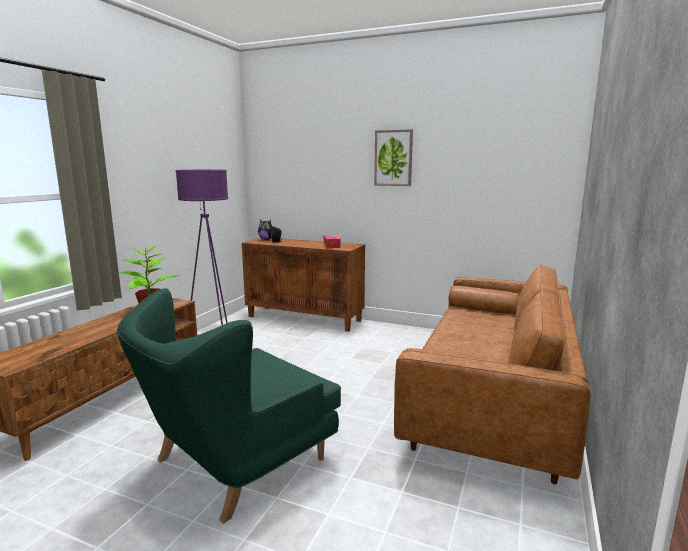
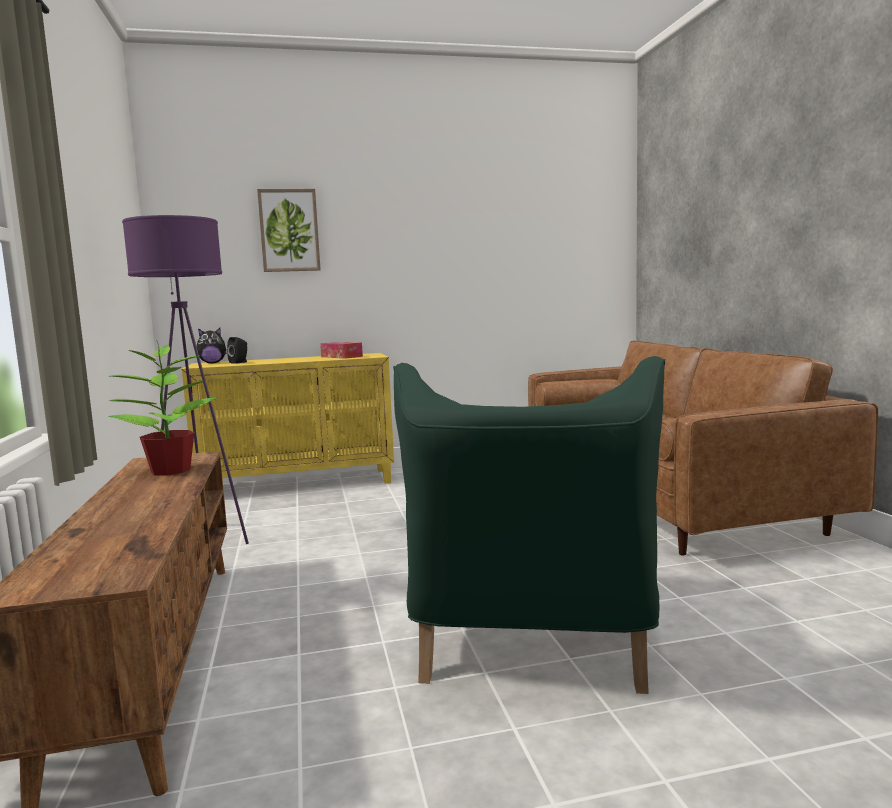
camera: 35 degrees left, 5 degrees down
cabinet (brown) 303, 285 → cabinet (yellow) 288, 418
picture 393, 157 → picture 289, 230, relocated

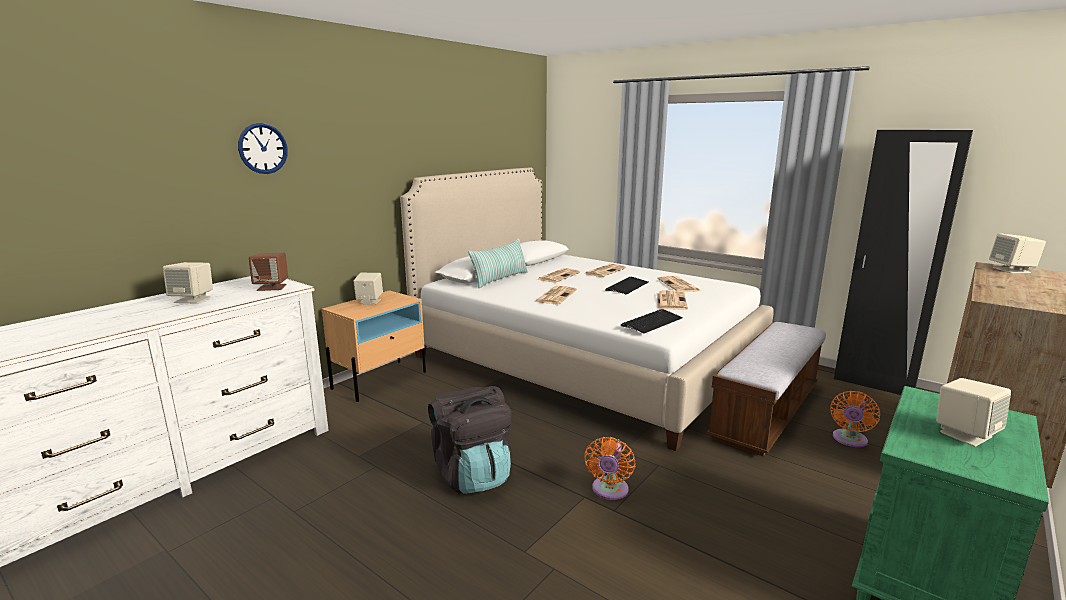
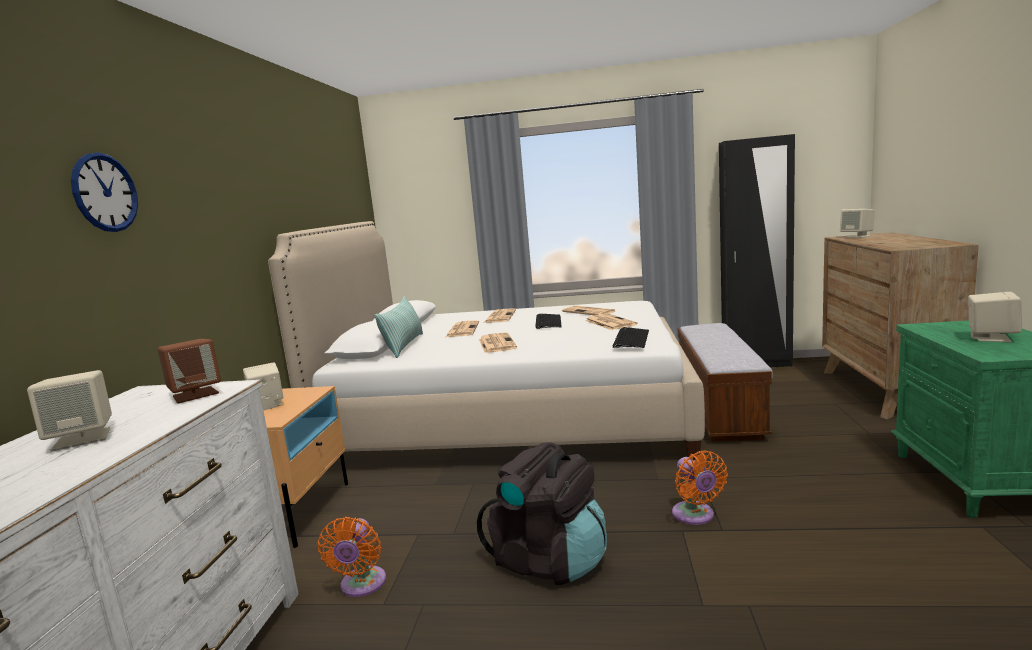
camera: 30 degrees left, 5 degrees down
fan (orange) 855, 419 → fan (orange) 352, 557, relocated

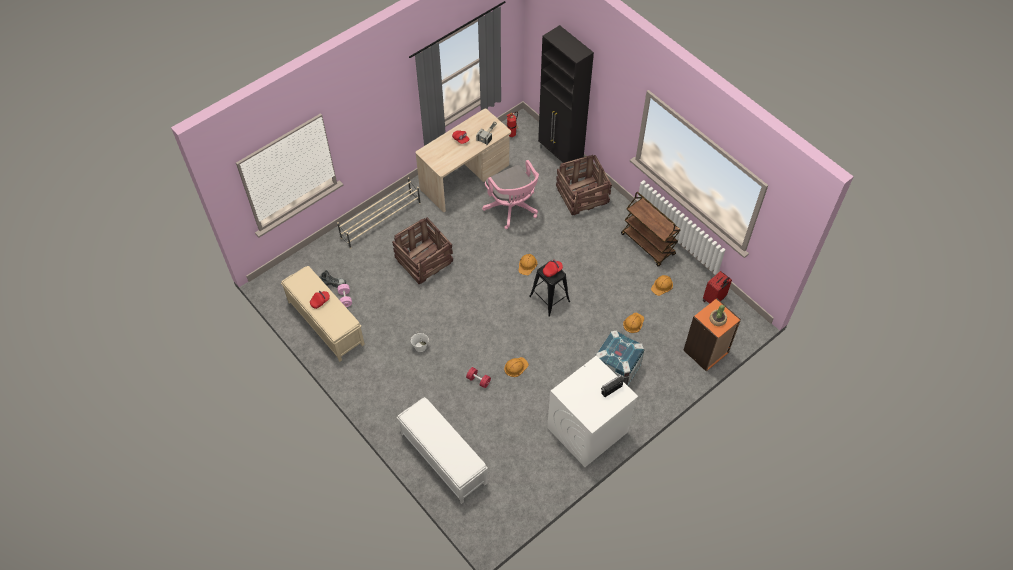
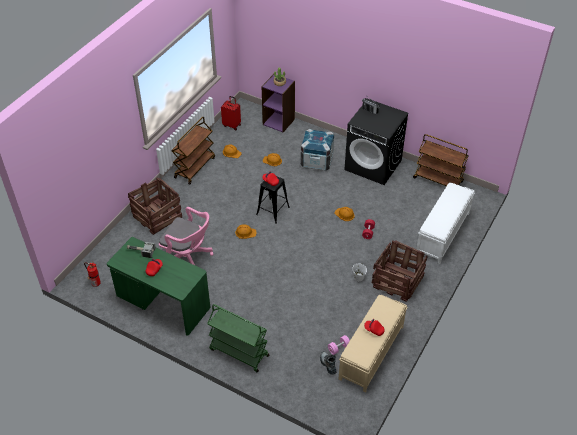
camera: 110 degrees left, 10 degrees down
desk (beige) 463, 160 → desk (green) 158, 286
office chair (pink) 510, 194 → office chair (pink) 186, 236, 75 degrees clockwise
shoe rack (beige) 379, 213 → cart (green) 238, 338
bookcase (orange) 712, 334 → bookcase (purple) 278, 103
washing machine (white) 592, 411 → washing machine (black) 376, 142
crate 422, 250 → crate 400, 271, relocated
- → cart (brown) 441, 160
cabinet (black) 566, 97 → -

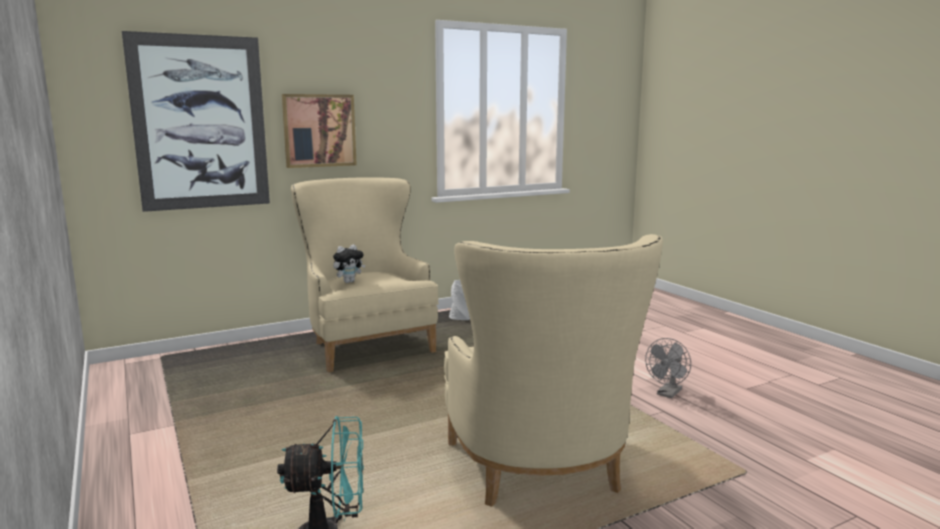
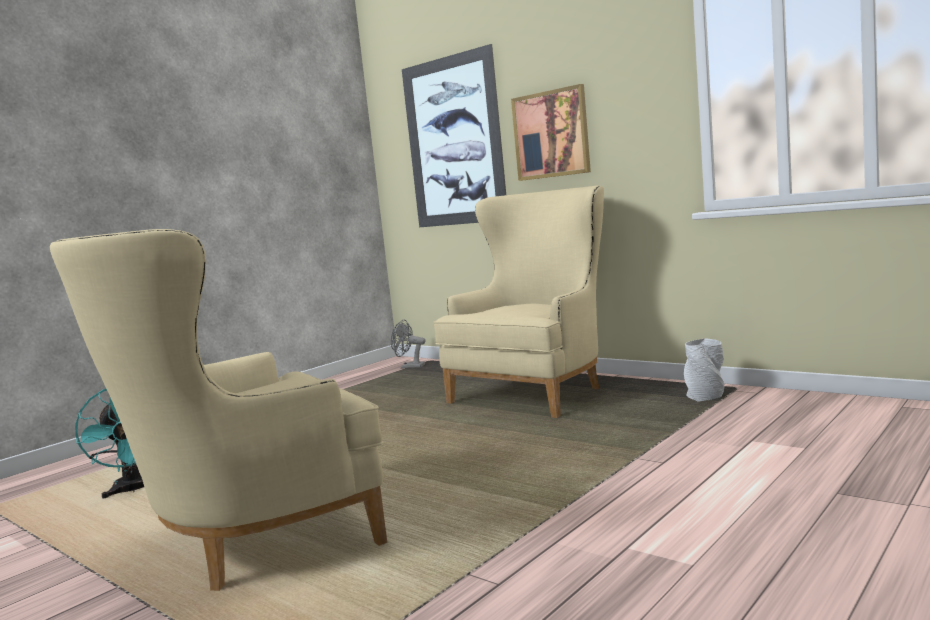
camera: 70 degrees right, 5 degrees down
fan (grey) 668, 368 → fan (grey) 408, 344, relocated
plush toy 349, 264 → -

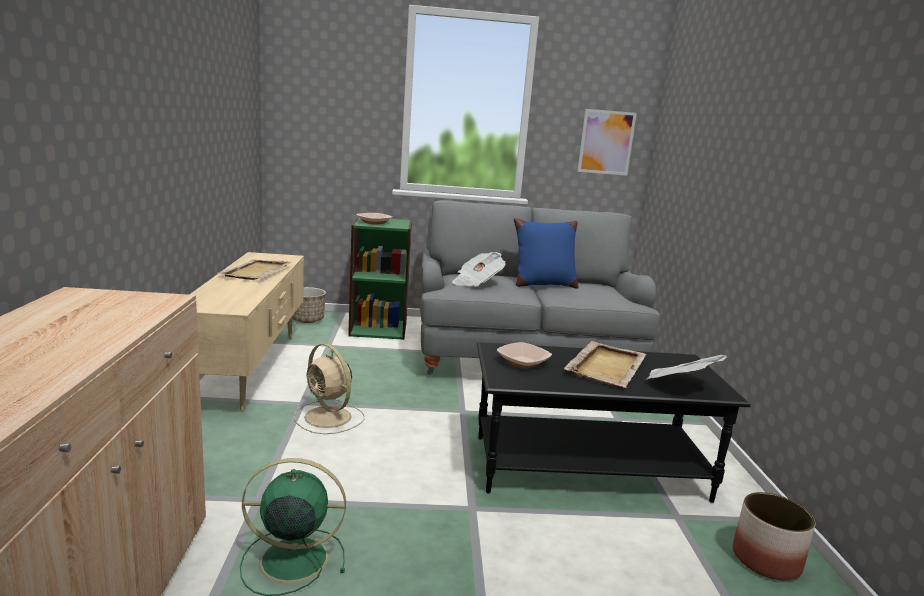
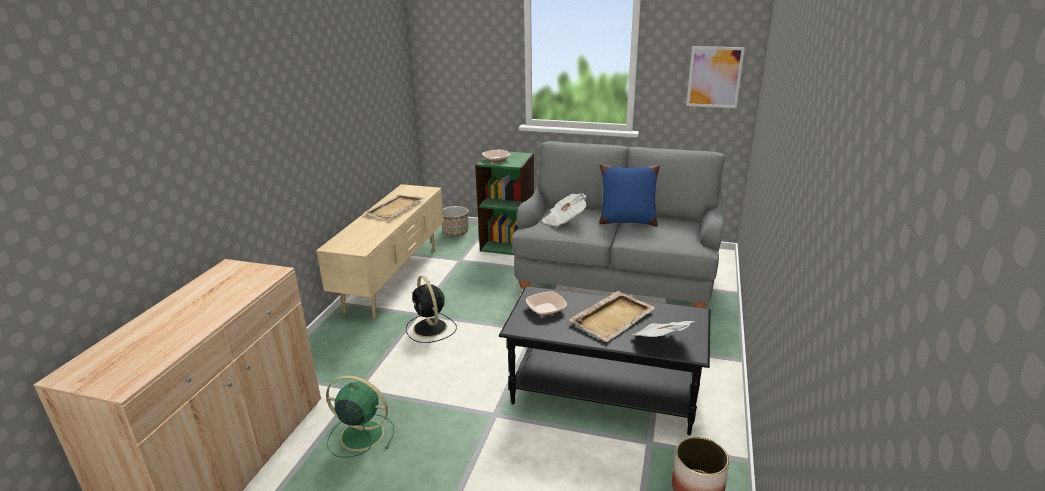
camera: 20 degrees right, 10 degrees up
fan (beige) 329, 388 → fan (black) 431, 309

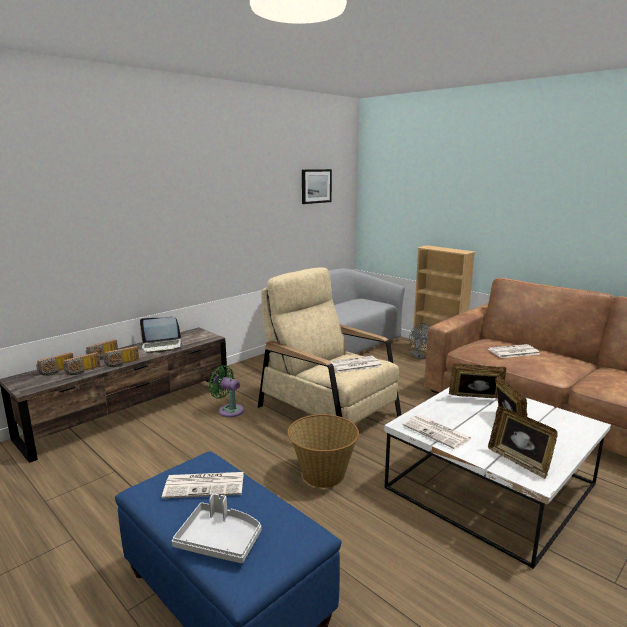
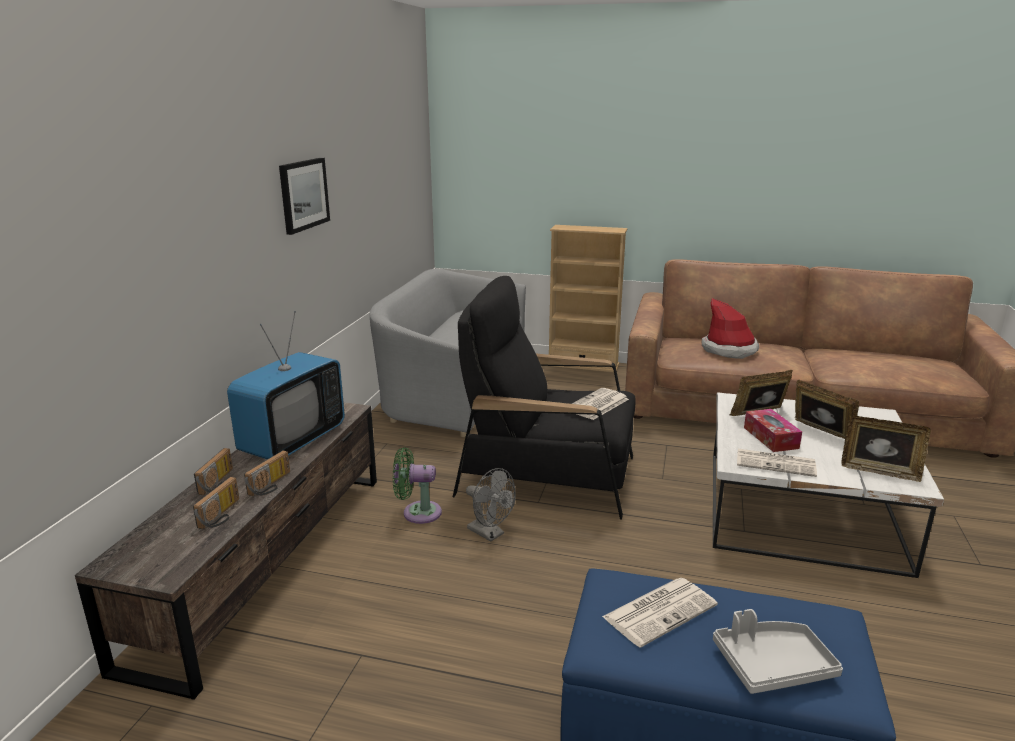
camera: 30 degrees left, 5 degrees up
laptop 161, 335 → television 286, 385
picture 317, 186 → picture 304, 196, relocated
armchair (beige) 329, 345 → armchair (black) 544, 398
fan (grey) 420, 341 → fan (grey) 491, 505, relocated
newspaper 513, 351 → hat 730, 328
- → tissue box 773, 430
radio 54, 364 → -
basket 323, 451 → -

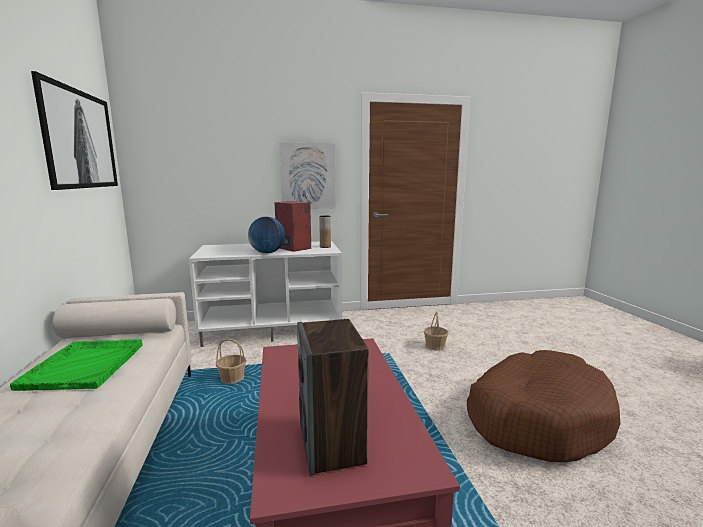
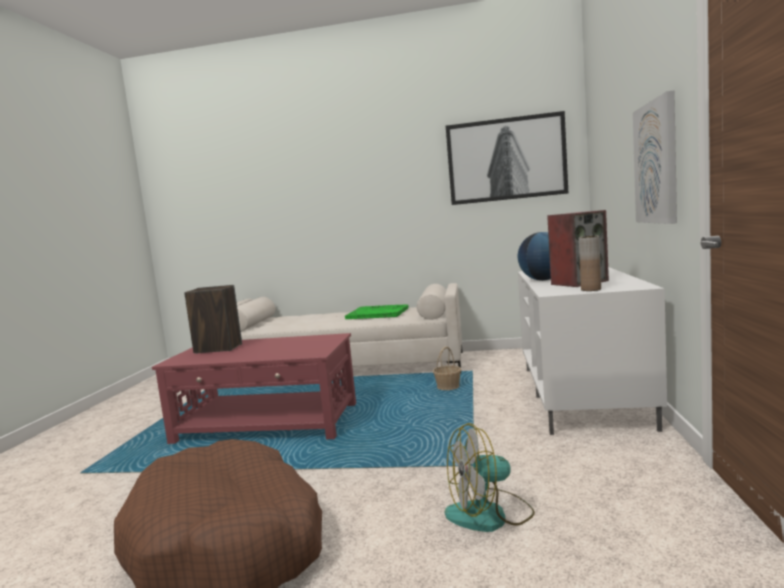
camera: 110 degrees right, 5 degrees down
basket 436, 331 → fan 490, 477

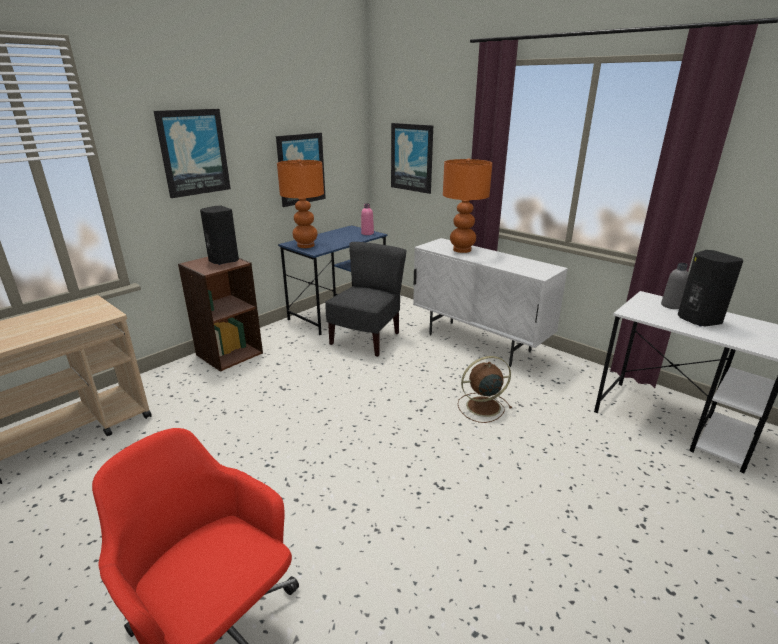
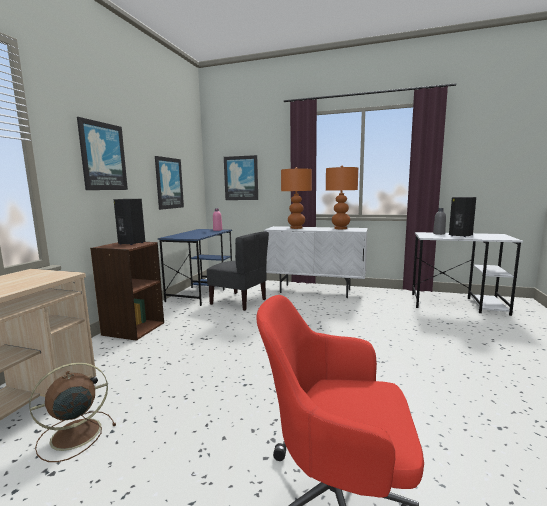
camera: 25 degrees left, 15 degrees down
fan (brown) 485, 389 → fan (brown) 72, 412, relocated
chair (grey) 365, 299 → chair (grey) 238, 271, 120 degrees clockwise
table lamp (orange) 300, 203 → table lamp (orange) 342, 197, relocated

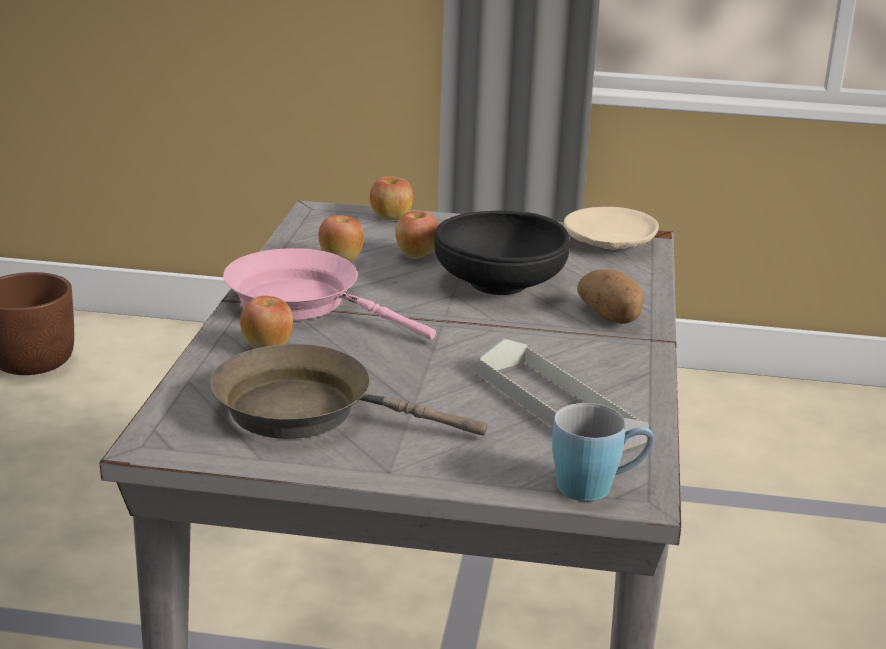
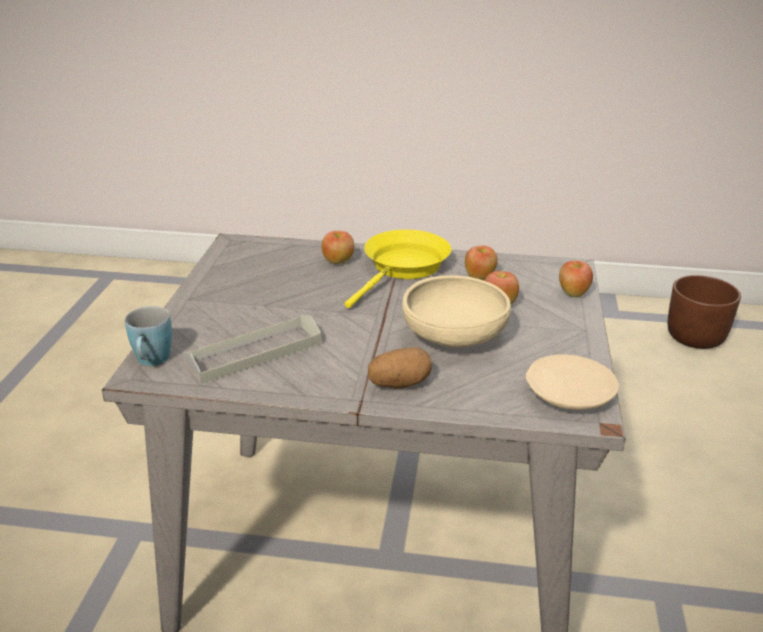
camera: 90 degrees right, 5 degrees up
frying pan (pink) 329, 294 → frying pan (yellow) 398, 269
bowl (black) 502, 253 → bowl (beige) 456, 311
frying pan (brown) 348, 391 → -

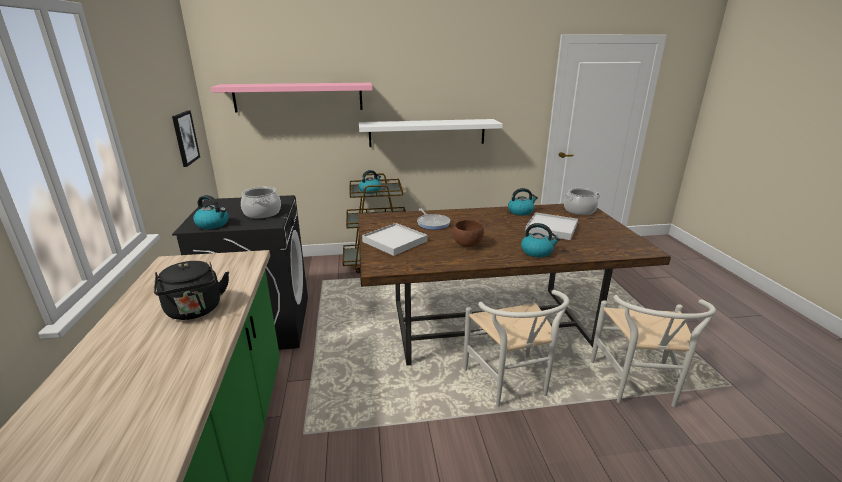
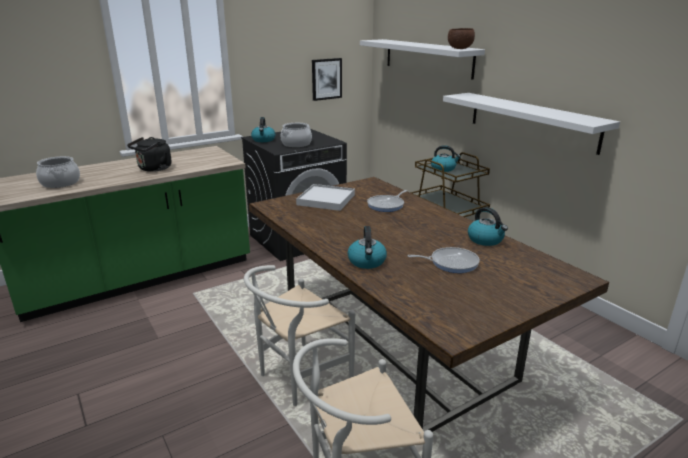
camera: 65 degrees right, 0 degrees up
cooking pot 582, 201 → cooking pot 58, 172, relocated
shelf (pink) 292, 97 → shelf (white) 422, 59
tray (white) 551, 226 → frying pan 444, 260
bowl (brown) 468, 233 → bowl (brown) 461, 38, relocated

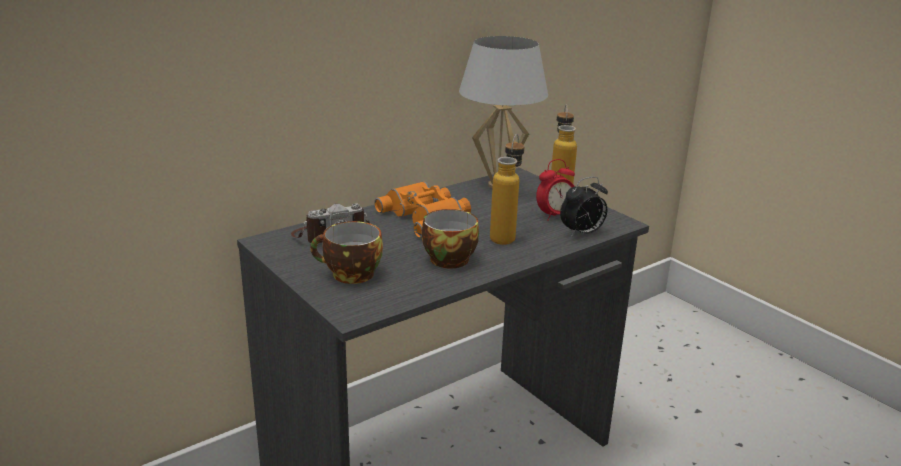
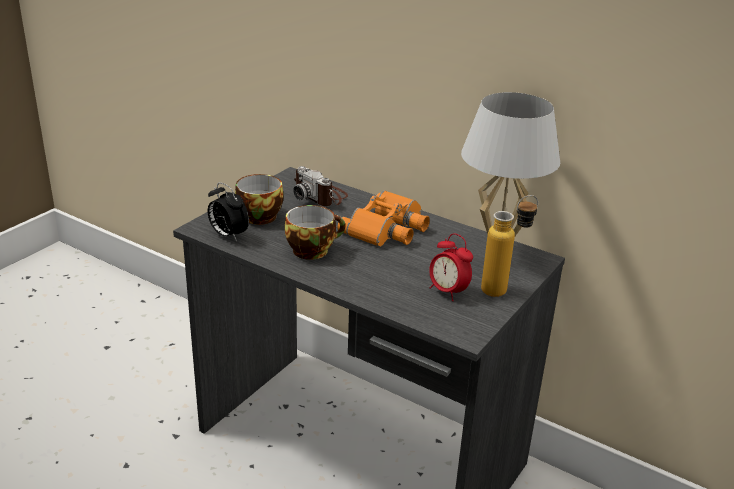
camera: 70 degrees right, 5 degrees up
alarm clock 584, 207 → alarm clock 228, 212, relocated
bottle 507, 189 → -

